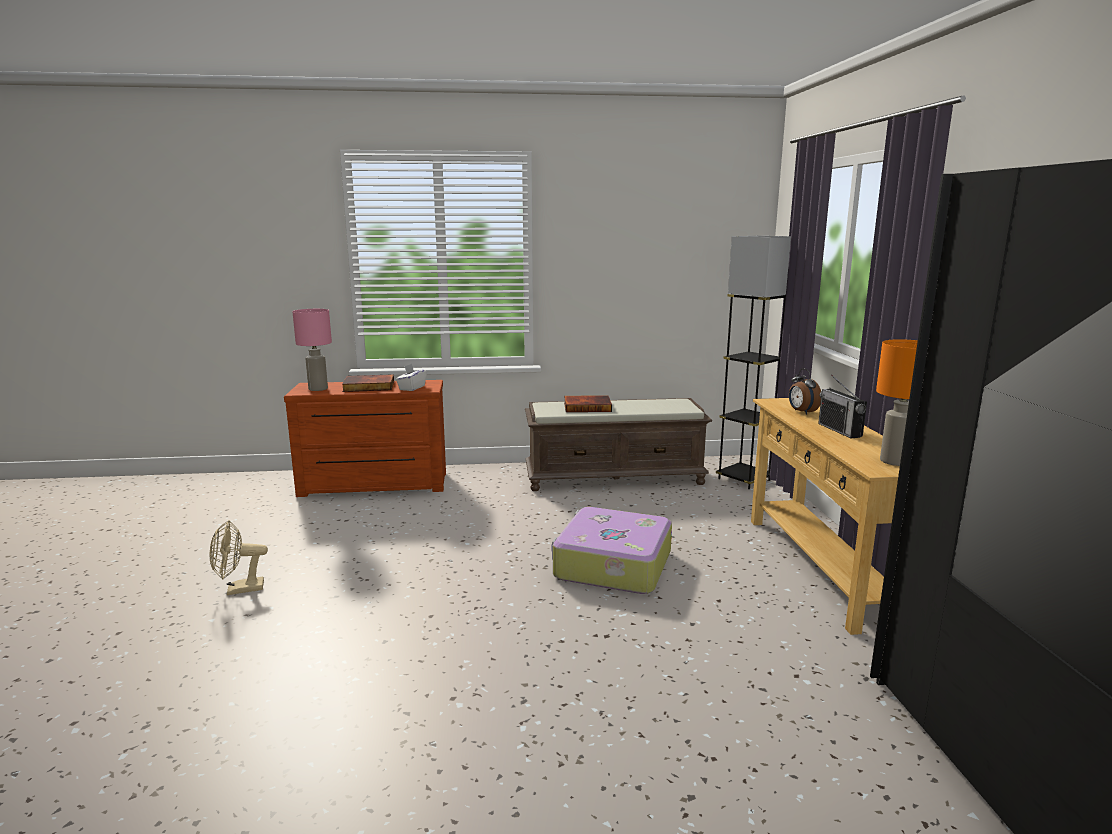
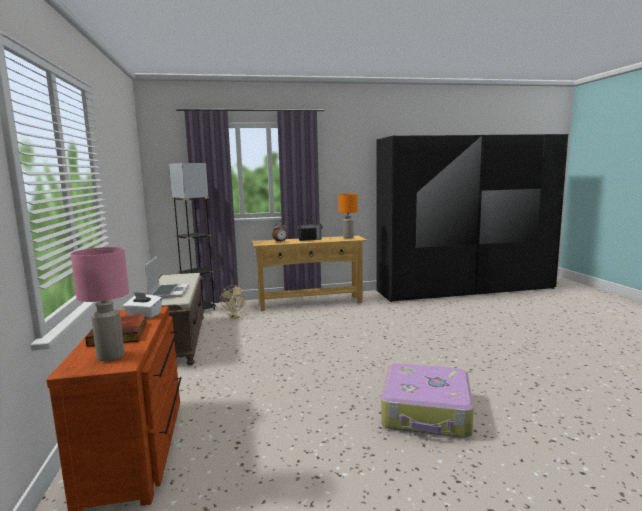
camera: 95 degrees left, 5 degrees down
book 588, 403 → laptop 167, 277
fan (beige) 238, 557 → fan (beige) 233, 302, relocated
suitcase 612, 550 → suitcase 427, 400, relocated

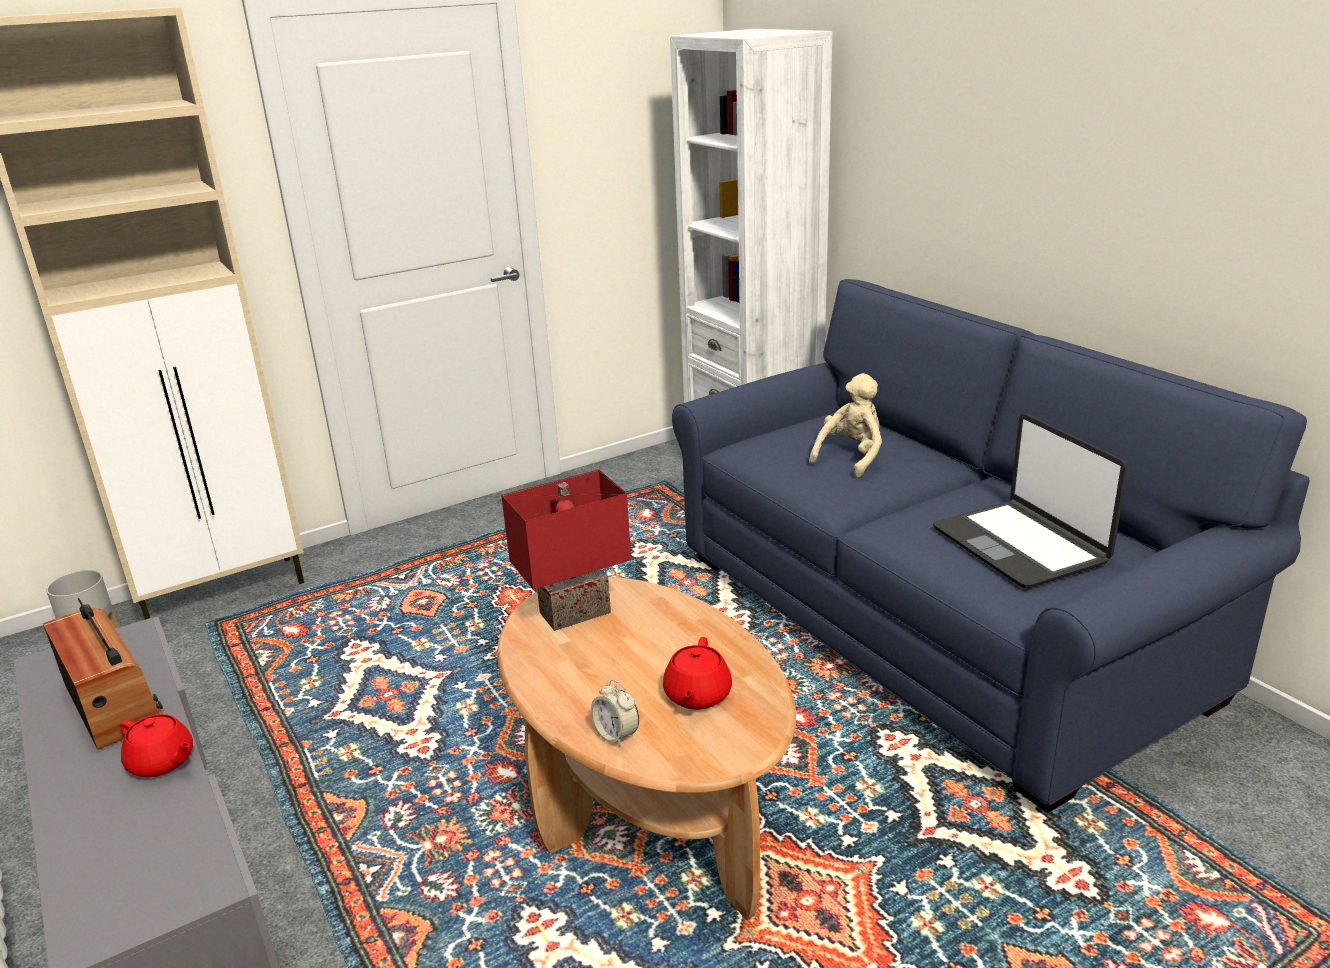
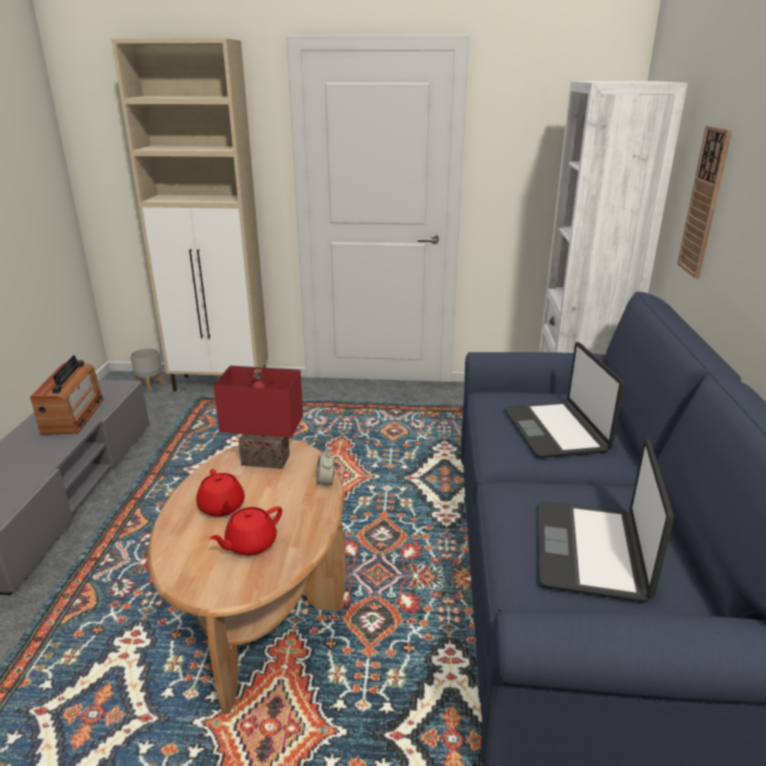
camera: 35 degrees right, 0 degrees up
teapot (red) 156, 745 → teapot (red) 220, 493, relocated
alarm clock 615, 713 → alarm clock 325, 468, relocated
plush toy (beige) 845, 425 → laptop 564, 400
- → wall clock 704, 202

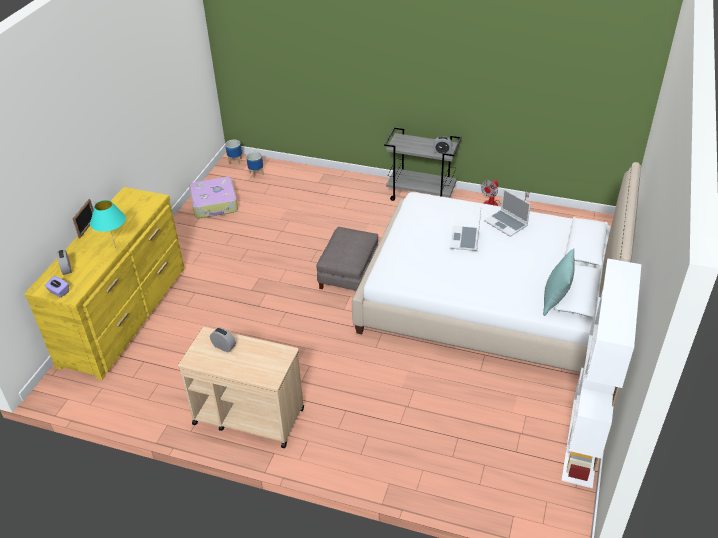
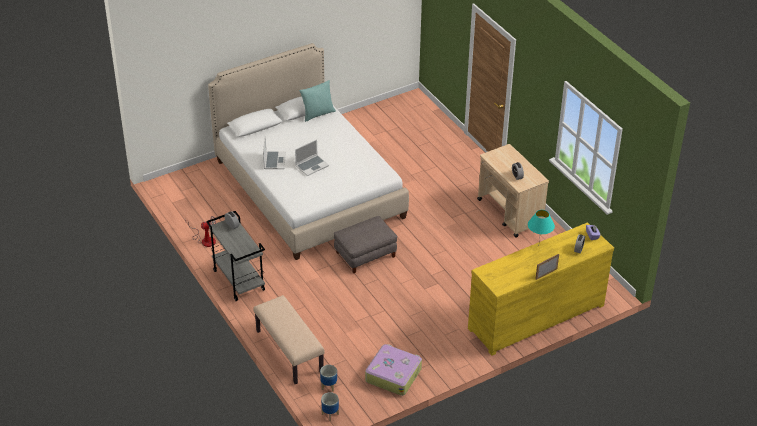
camera: 140 degrees left, 0 degrees up
- → bench (beige) 289, 339
bookcase (white) 601, 373 → -

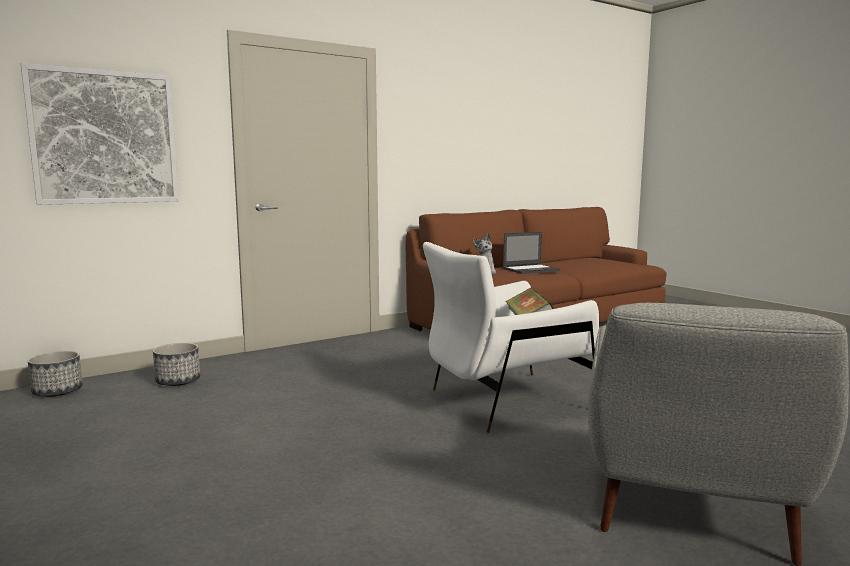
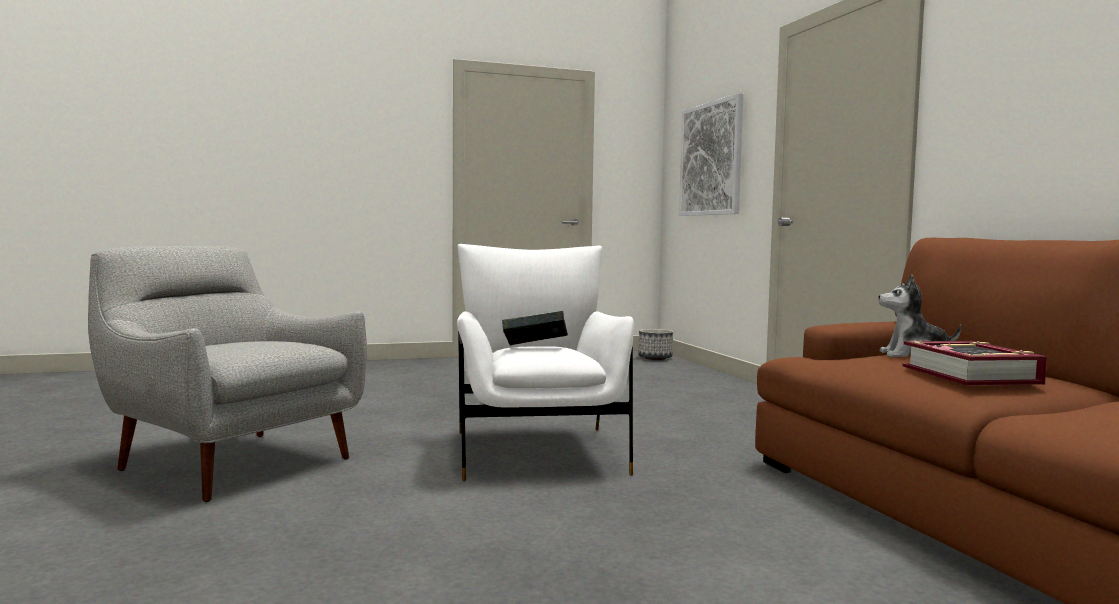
camera: 105 degrees right, 5 degrees down
laptop 531, 253 → book 974, 363
planter 176, 364 → -

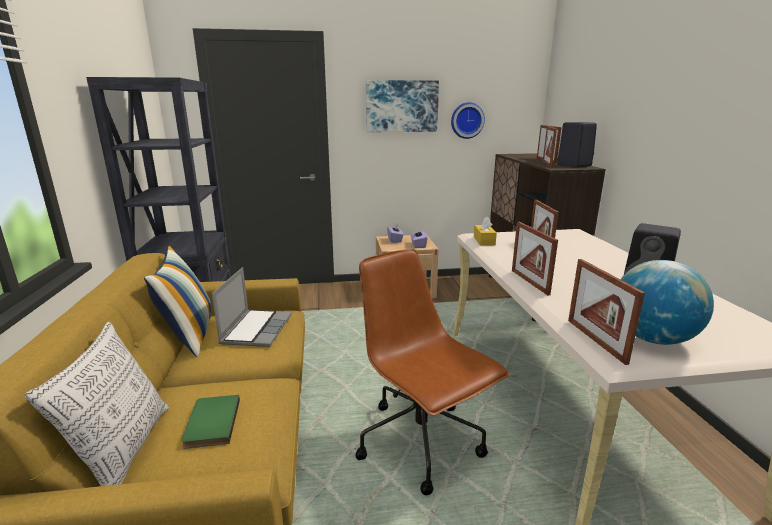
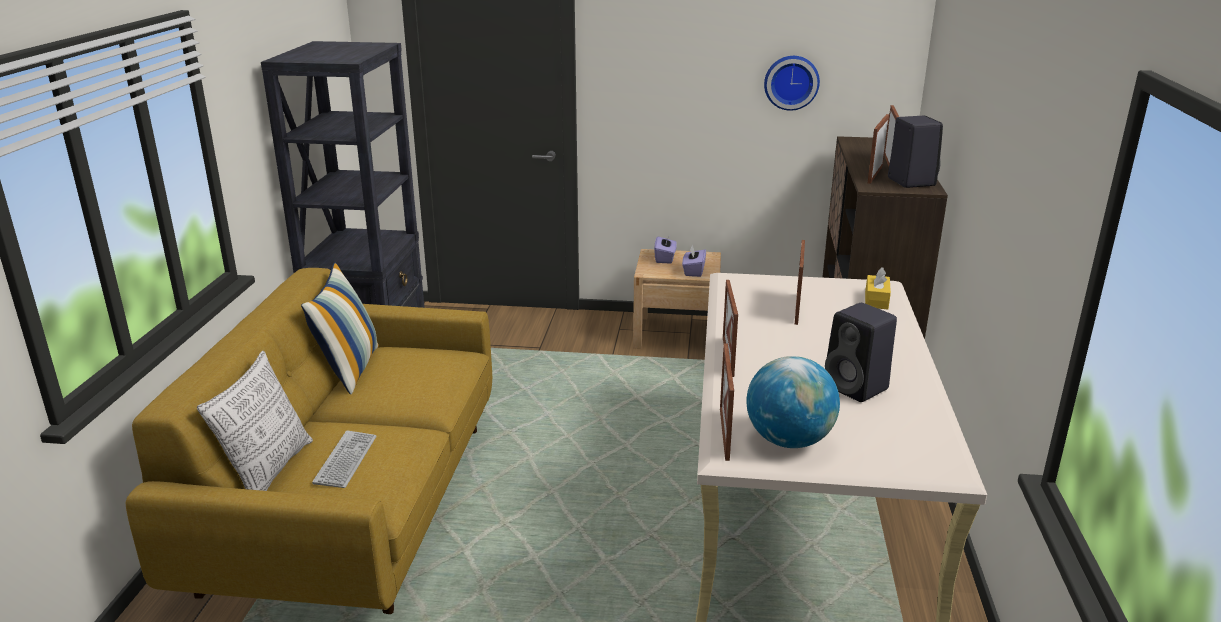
camera: 15 degrees right, 5 degrees up
book (green) 210, 422 → keyboard 344, 459
tissue box (yellow) 485, 231 → tissue box (yellow) 878, 288, relocated
laptop 252, 307 → -
office chair (brown) 432, 372 → -
picture 402, 106 → -

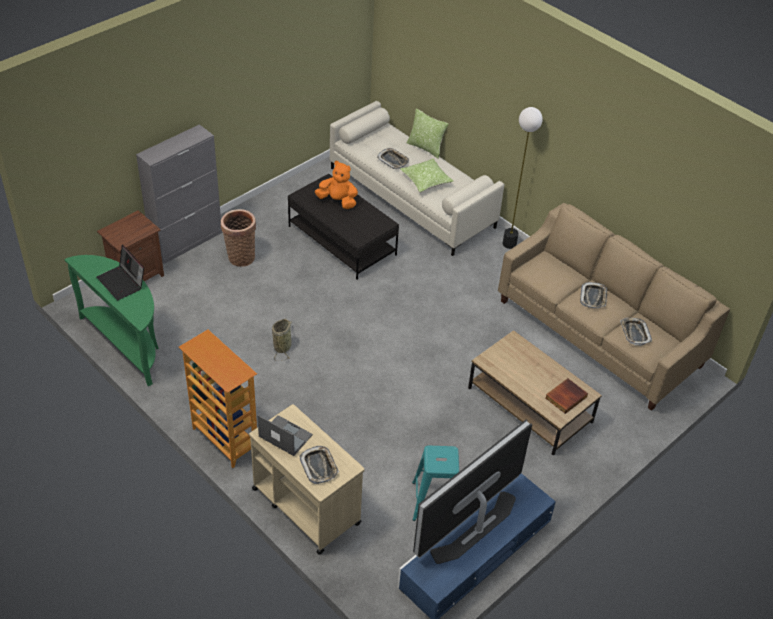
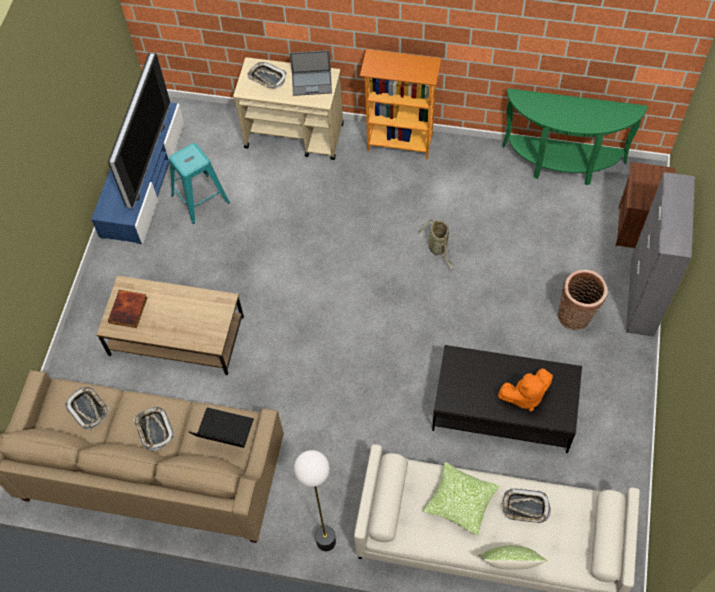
camera: 150 degrees right, 15 degrees up
laptop 120, 272 → laptop 221, 427, relocated

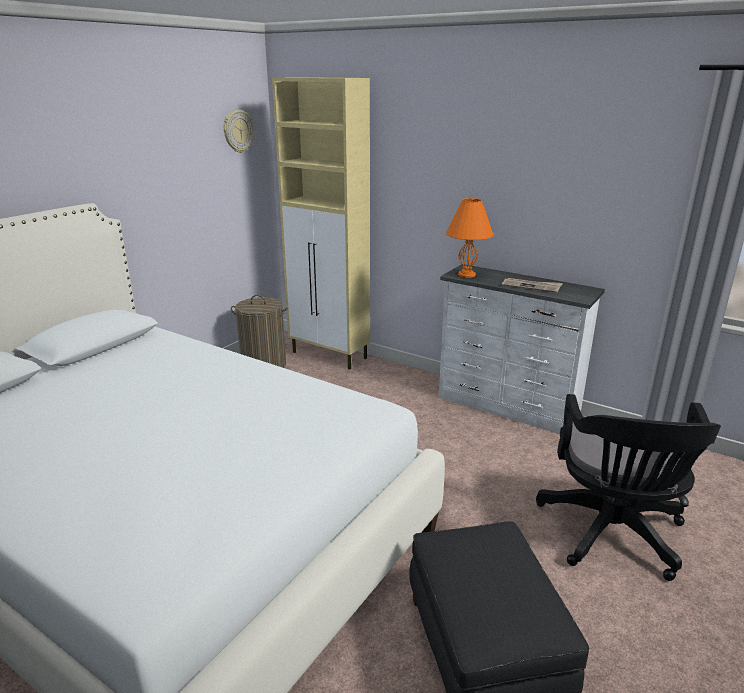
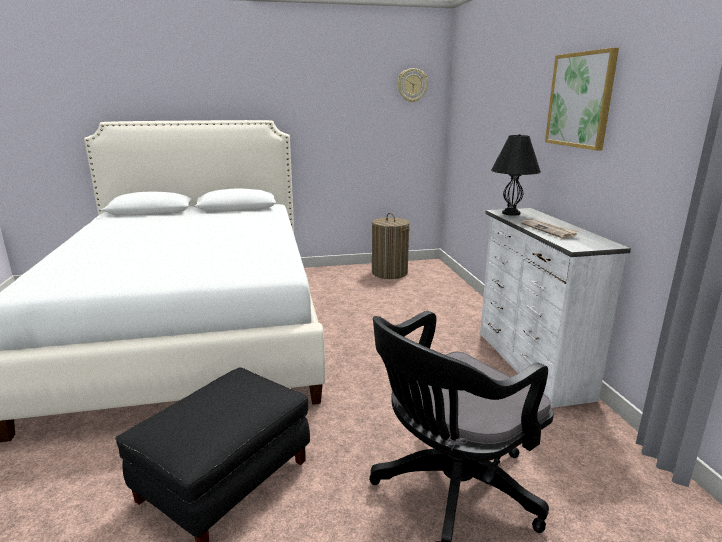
camera: 45 degrees right, 5 degrees down
table lamp (orange) 470, 238 → table lamp (black) 516, 175
- → picture 582, 99
cabinet (beige) 321, 223 → -

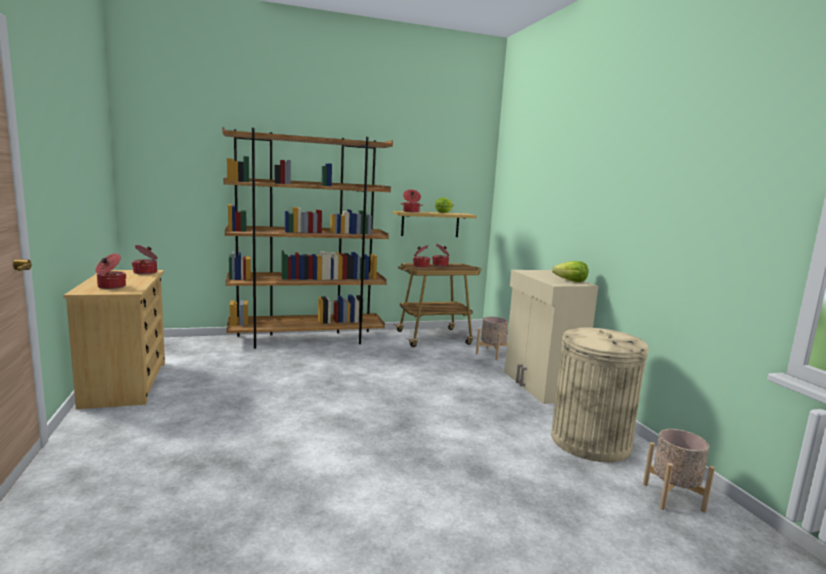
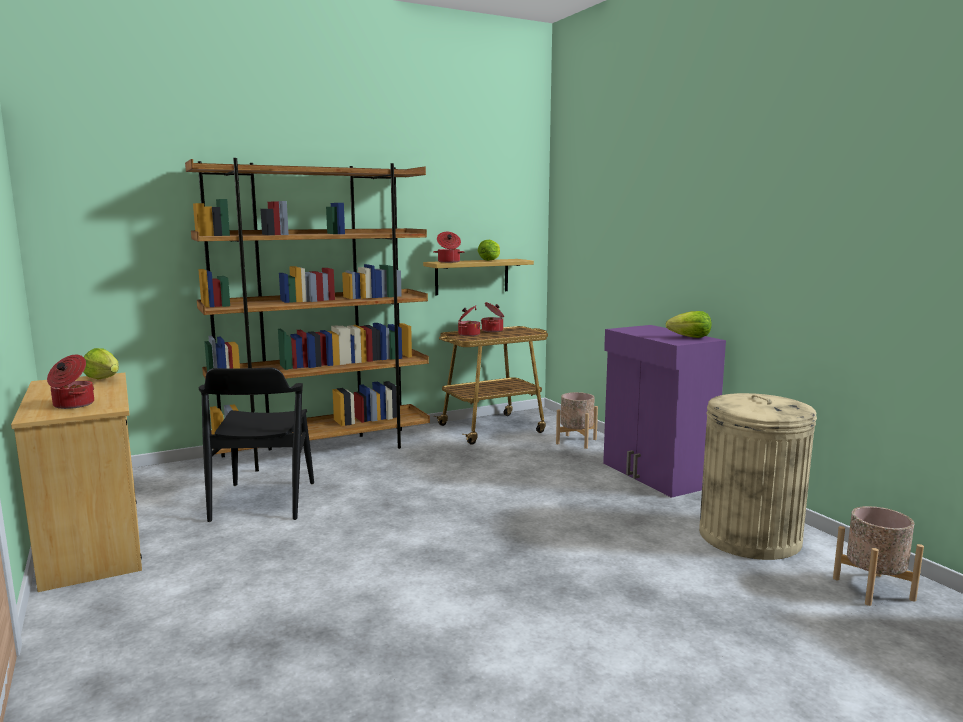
camera: 10 degrees left, 0 degrees up
cooking pot 145, 260 → lettuce 101, 364
- → chair (black) 256, 444
cabinet (beige) 551, 337 → cabinet (purple) 664, 411

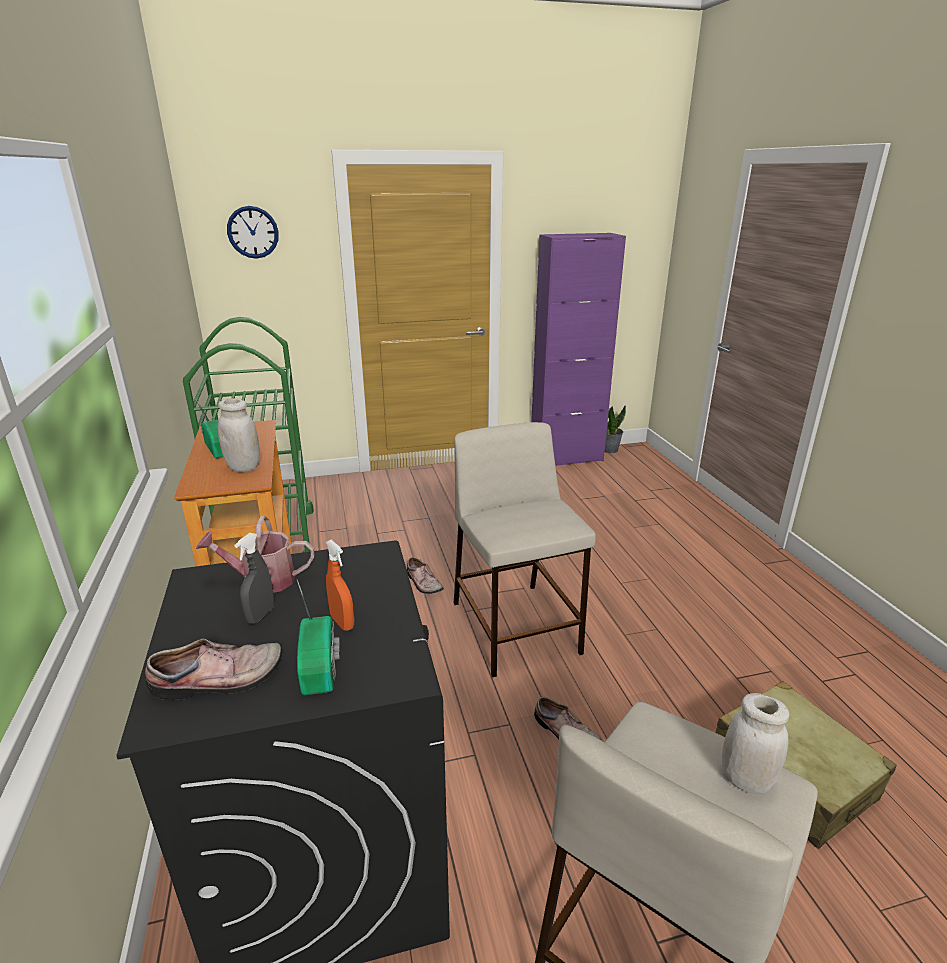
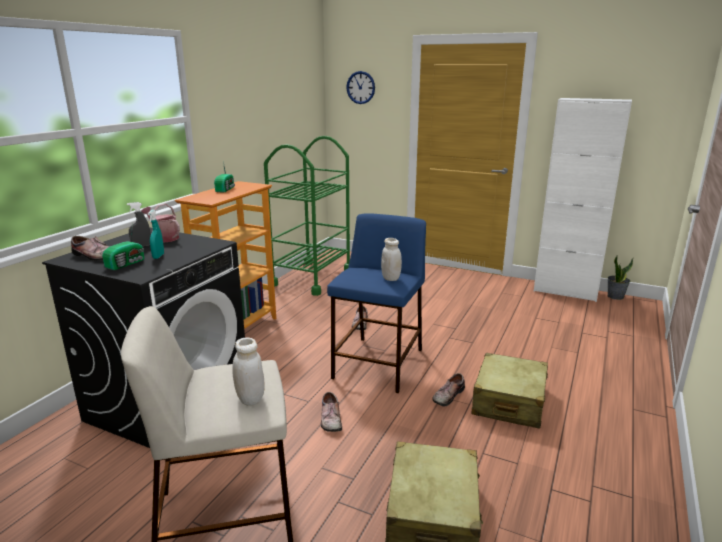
camera: 40 degrees right, 5 degrees down
spray bottle (orange) 340, 585 → spray bottle (turquoise) 156, 234
stool (beige) 525, 549 → stool (blue) 376, 303
jar (white) 239, 435 → jar (white) 391, 259, relocated
- → shoe 448, 390
- → suitcase (beige) 509, 390
cabinet (purple) 578, 349 → cabinet (white) 583, 200

